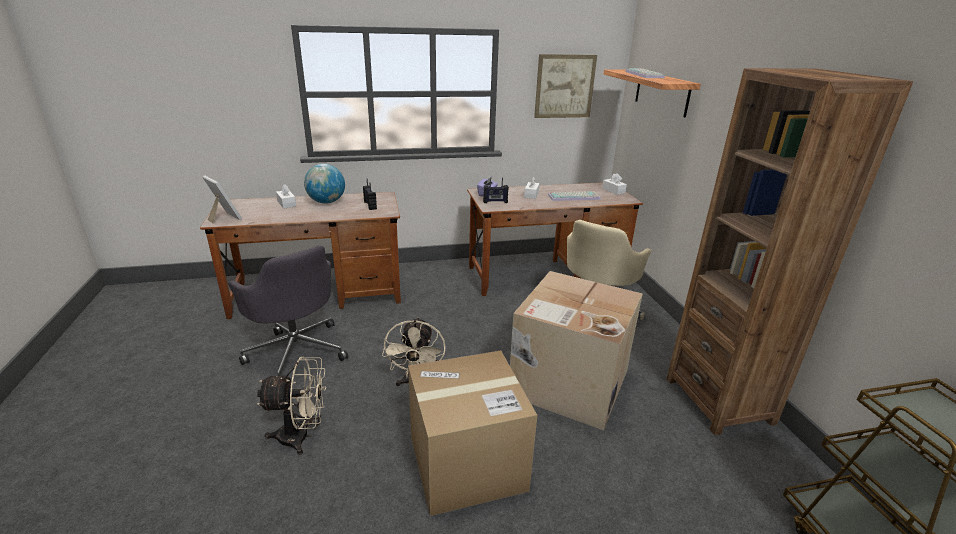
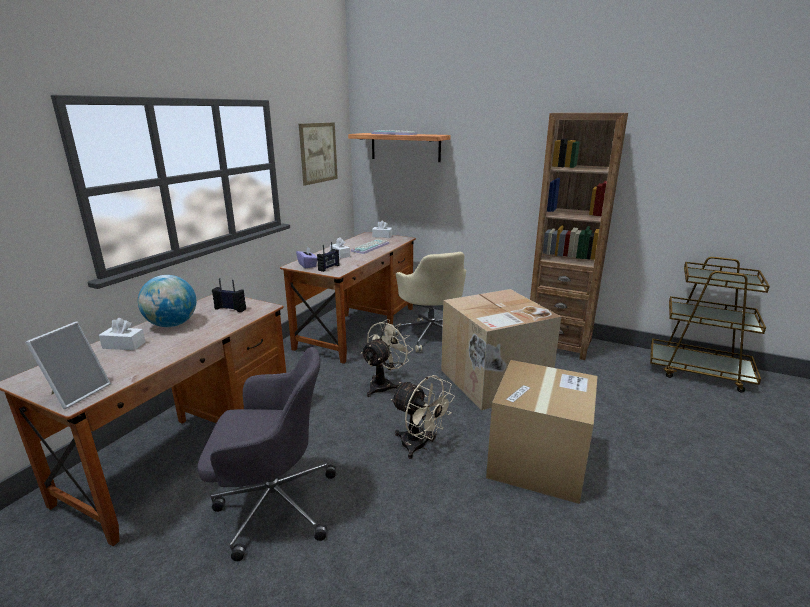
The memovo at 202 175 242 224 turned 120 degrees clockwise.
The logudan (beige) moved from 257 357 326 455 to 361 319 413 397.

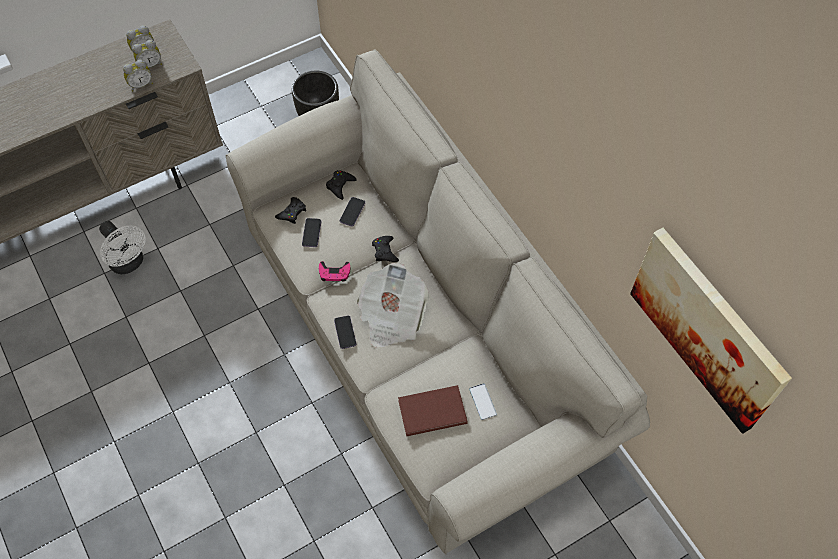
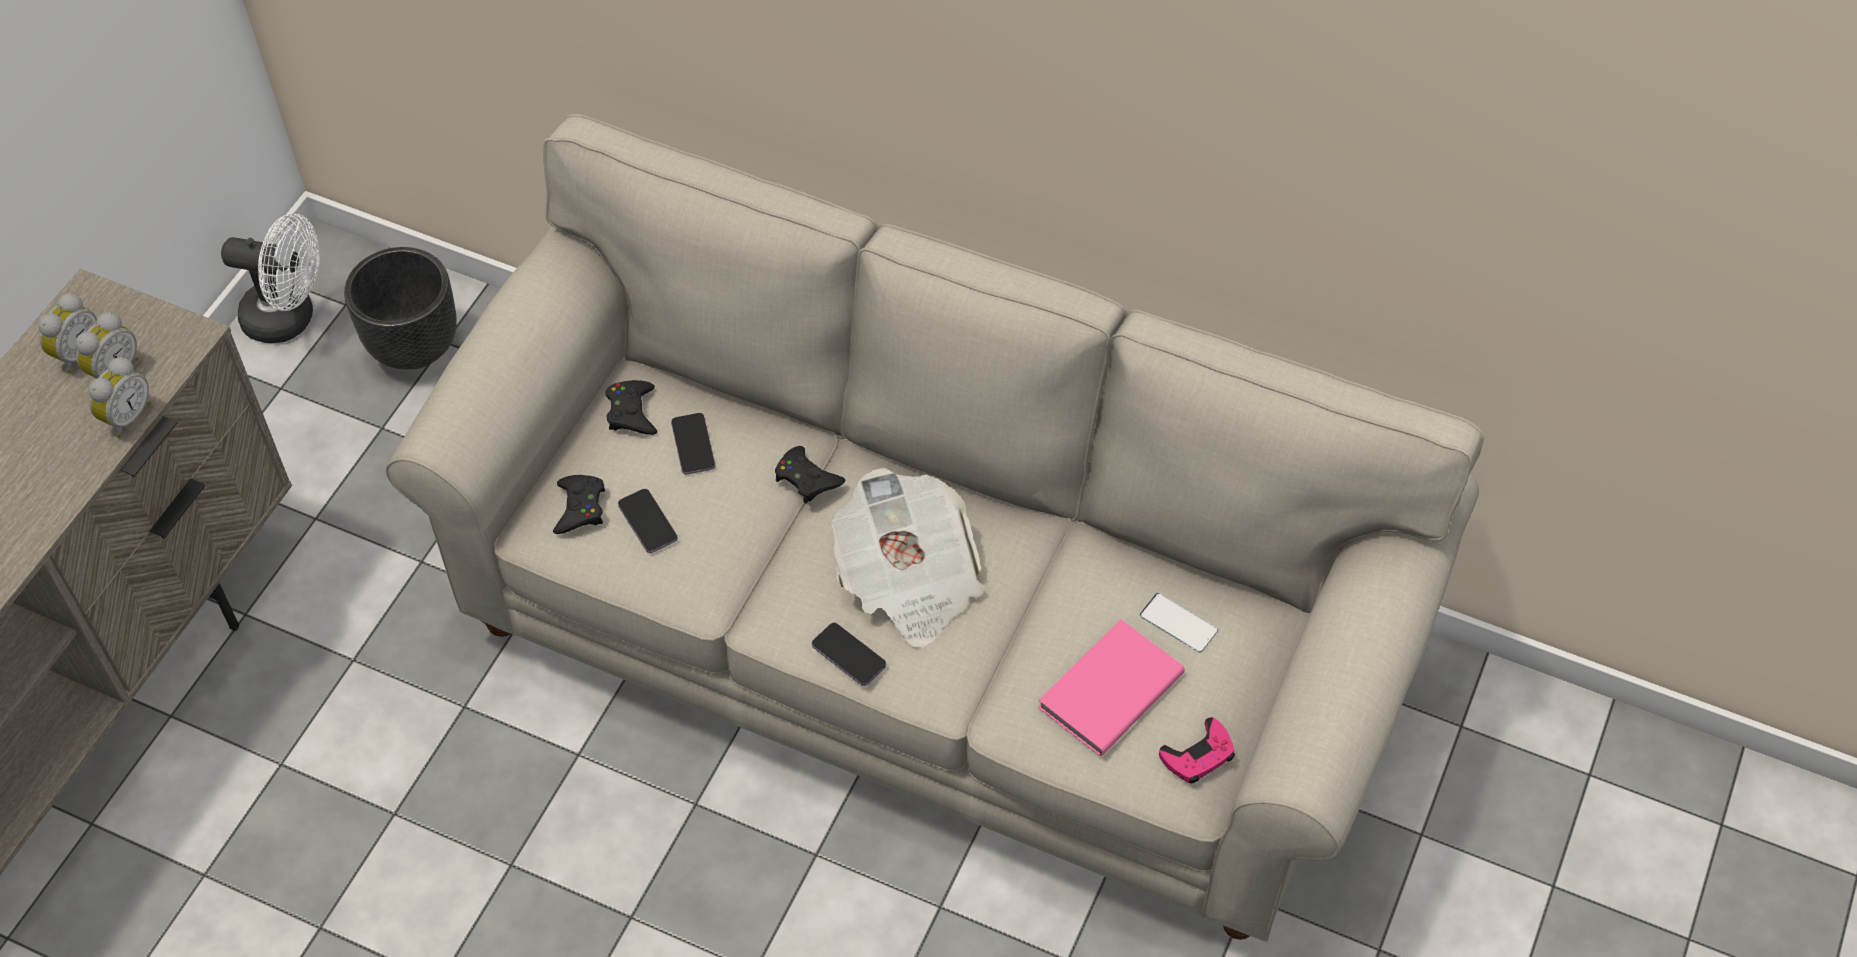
The logudan (white) moved from 99 221 145 274 to 221 213 319 343.
The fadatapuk at 630 228 792 434 disappeared.
The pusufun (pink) moved from 319 261 350 282 to 1159 717 1235 783.
The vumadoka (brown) at 398 385 468 436 became the vumadoka (pink) at 1038 619 1185 756.

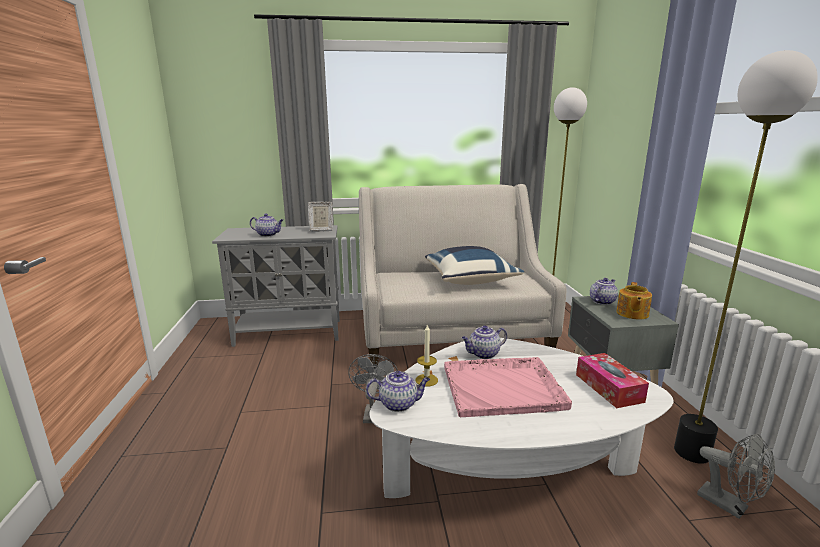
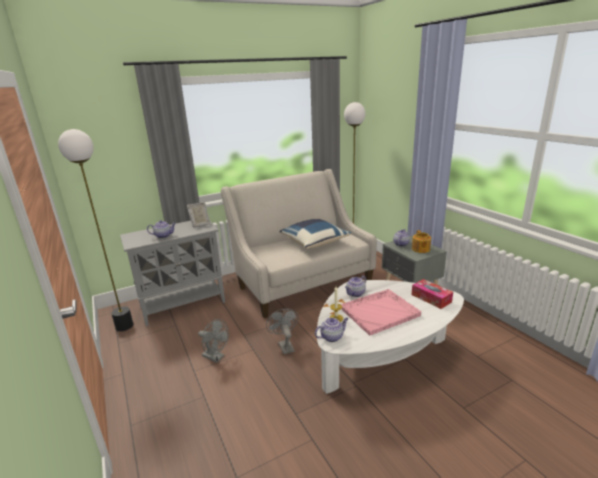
The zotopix moved from 674 50 818 464 to 58 129 133 331.
The logudan (grey) moved from 697 434 775 519 to 198 319 229 363.

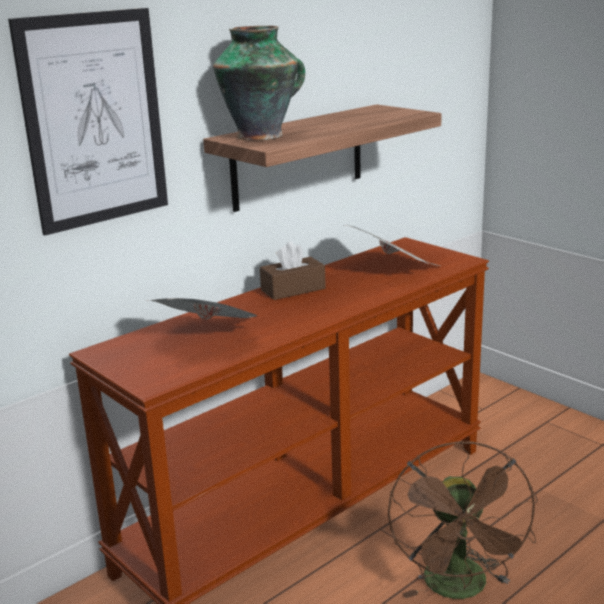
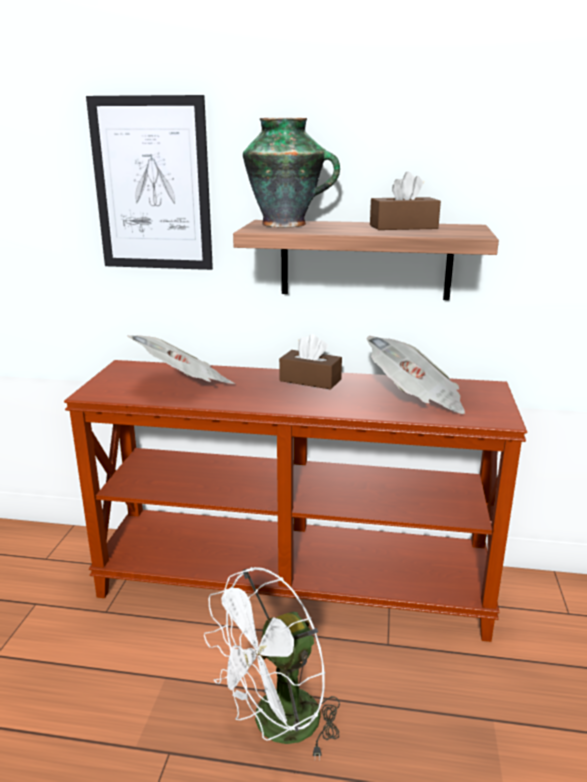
The logudan (brown) at 388 441 538 599 became the logudan (white) at 204 567 340 761.
The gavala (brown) at 370 172 441 230 appeared.

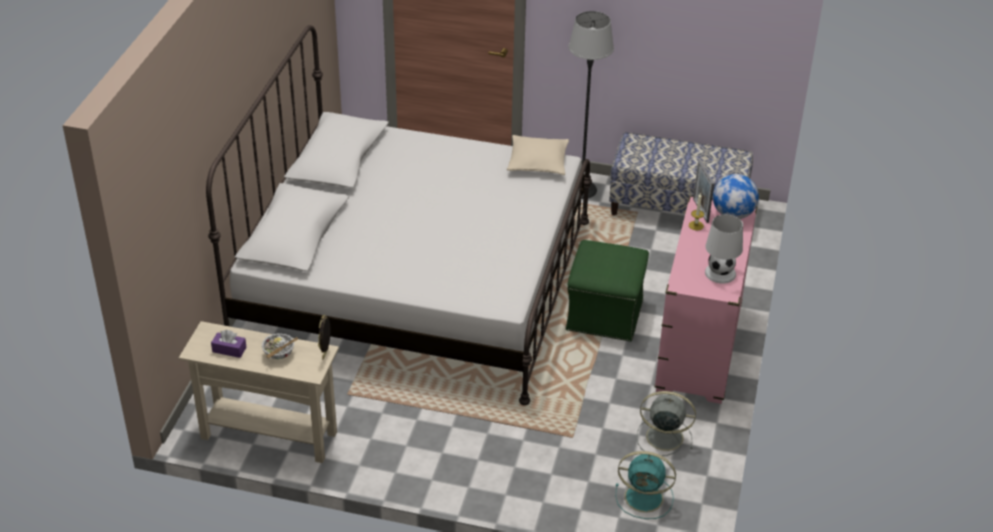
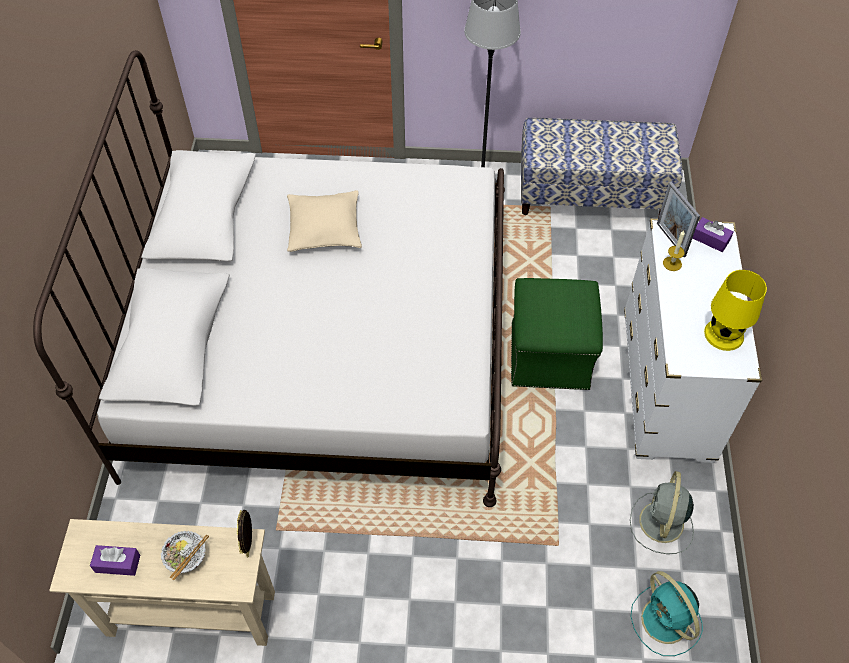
The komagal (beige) moved from 507 135 569 175 to 287 190 362 252.
The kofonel at 713 174 759 219 was replaced by the gavala (purple) at 693 217 734 252.
The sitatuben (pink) at 654 196 758 404 became the sitatuben (white) at 624 219 762 463.
The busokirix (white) at 705 214 743 283 became the busokirix (yellow) at 704 270 767 351.
The logudan (grey) at 637 391 696 456 turned 75 degrees counterclockwise.
The logudan (turquoise) at 616 451 676 519 turned 60 degrees clockwise.

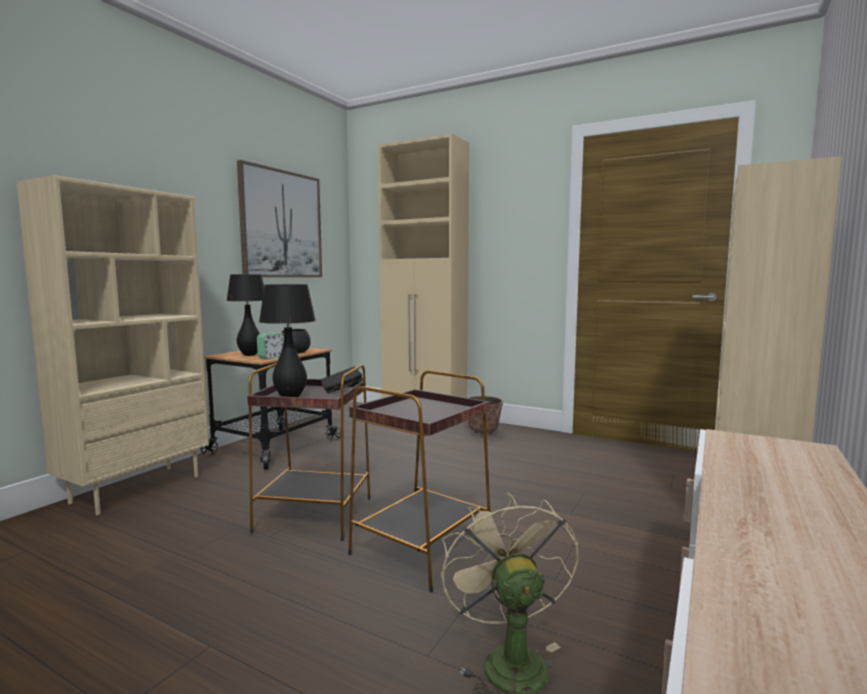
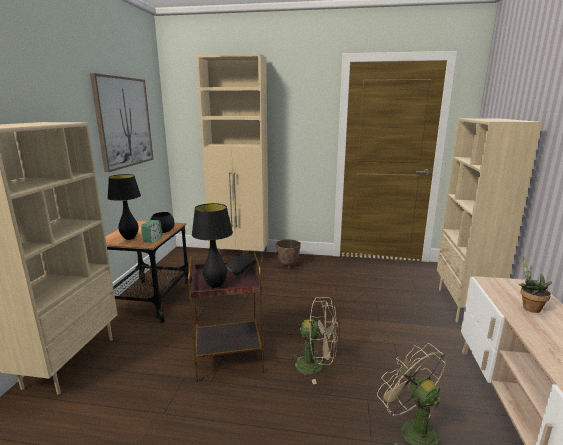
The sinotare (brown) at 348 370 491 592 was replaced by the logudan (beige) at 289 297 338 384.
The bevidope at 519 257 552 313 appeared.

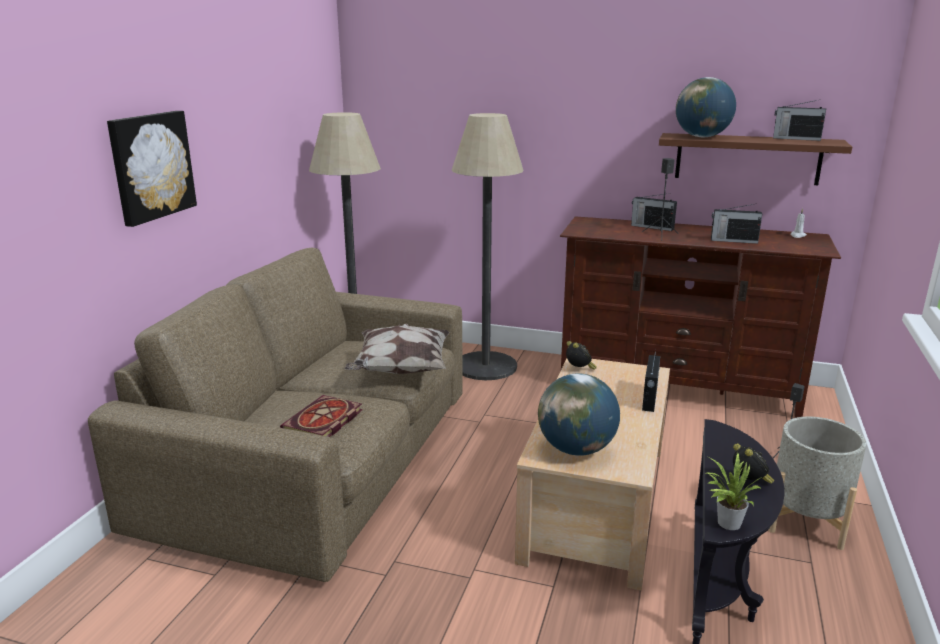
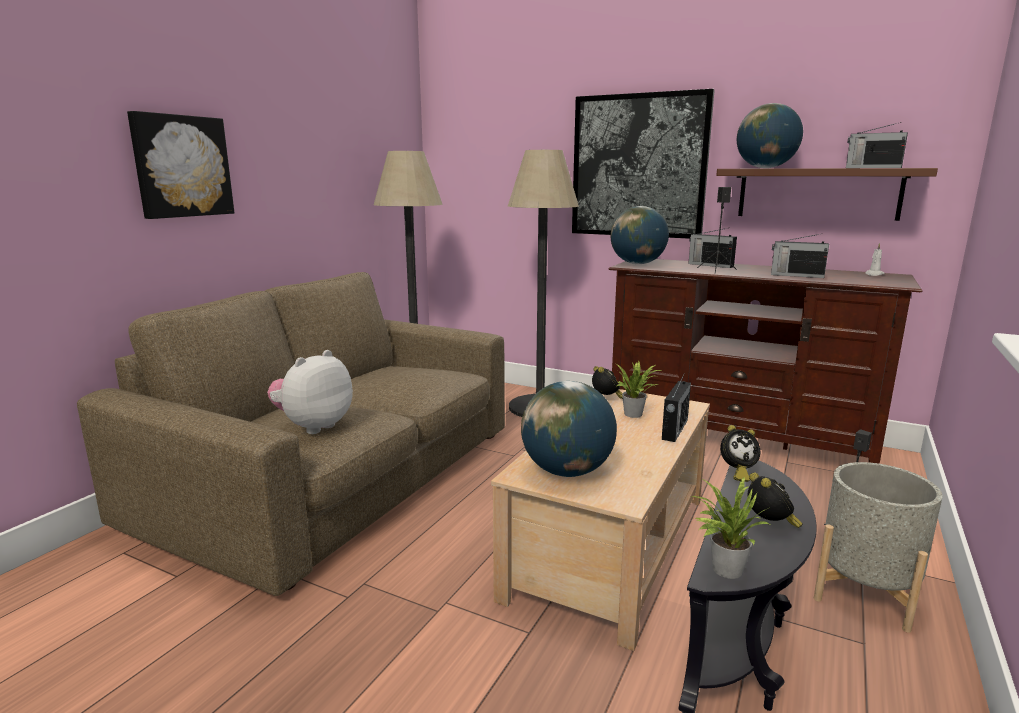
The komagal at 345 324 450 374 disappeared.
The vumadoka at 280 395 363 437 was replaced by the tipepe at 267 350 353 434.
The fadatapuk at 572 89 715 239 appeared.
The kofonel at 611 206 669 264 appeared.
The bevidope at 616 361 663 418 appeared.
The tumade at 720 425 760 482 appeared.

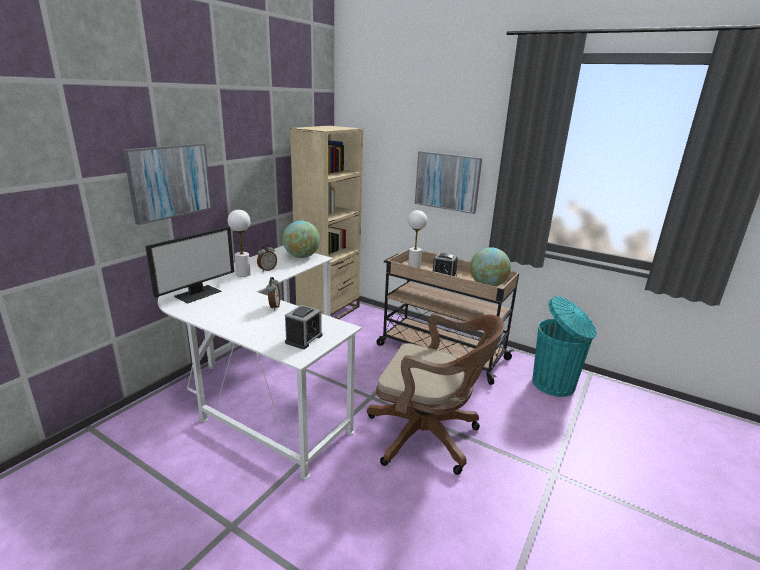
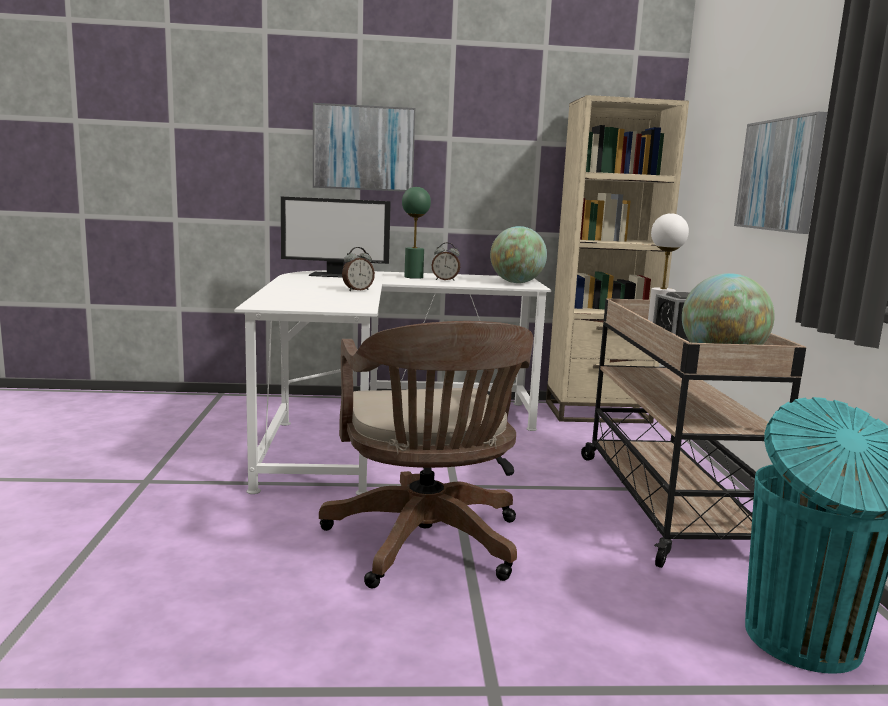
The busokirix (white) at 228 210 251 277 became the busokirix (green) at 402 187 431 279.
The tumade at 285 305 322 349 disappeared.

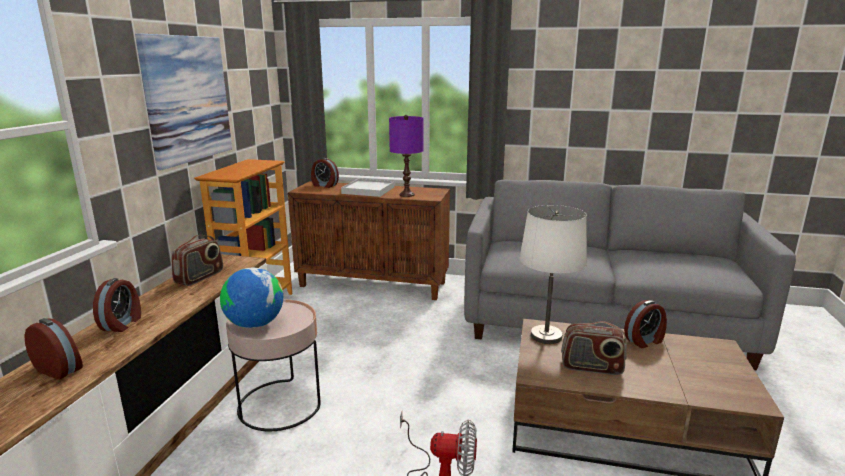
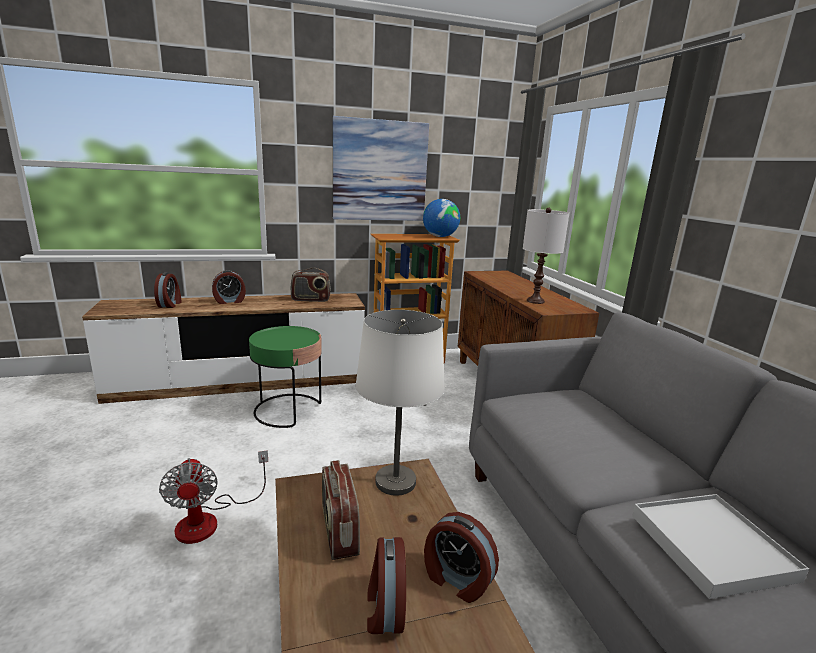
The busokirix (purple) at 389 115 424 197 became the busokirix (white) at 523 208 569 304.
The tumade moved from 311 158 339 188 to 367 537 406 634.
The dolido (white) moved from 341 179 395 197 to 632 494 809 599.
The kofonel moved from 220 268 283 328 to 423 199 460 237.
The sinotare (pink) at 226 299 321 431 became the sinotare (green) at 249 326 322 428.

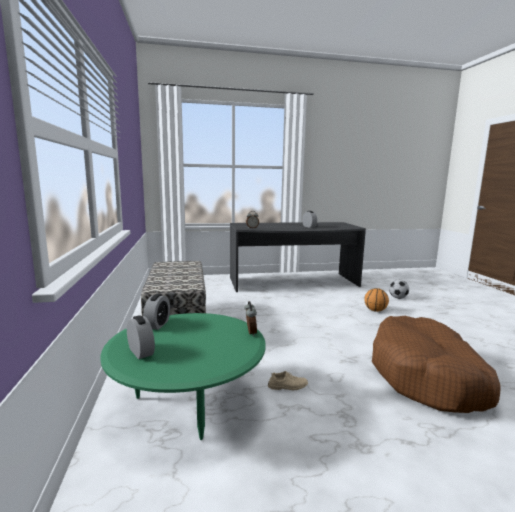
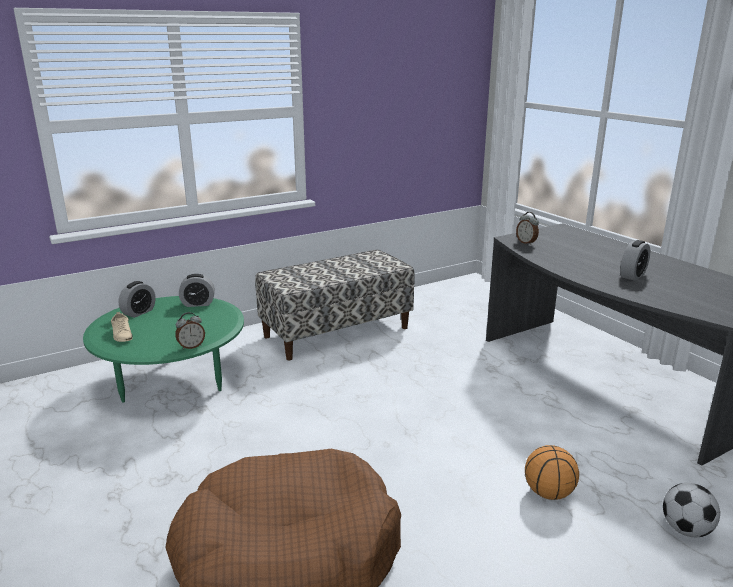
The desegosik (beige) moved from 268 371 308 390 to 111 312 133 342.

